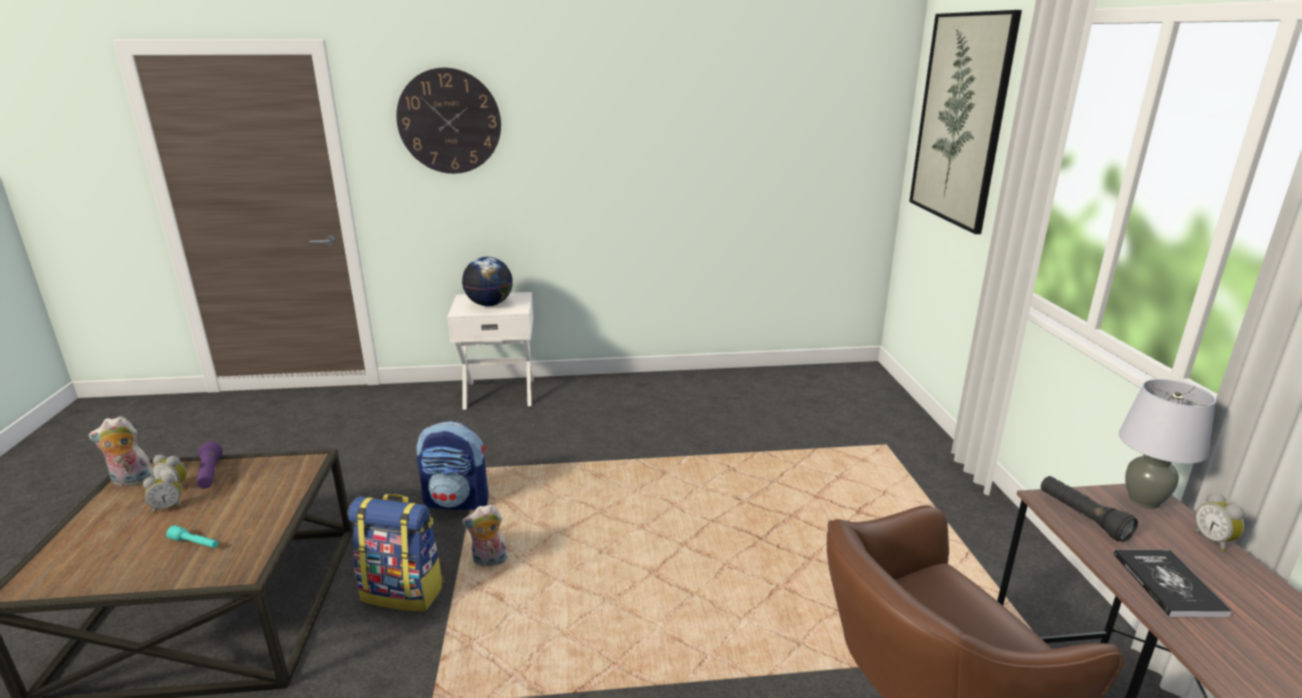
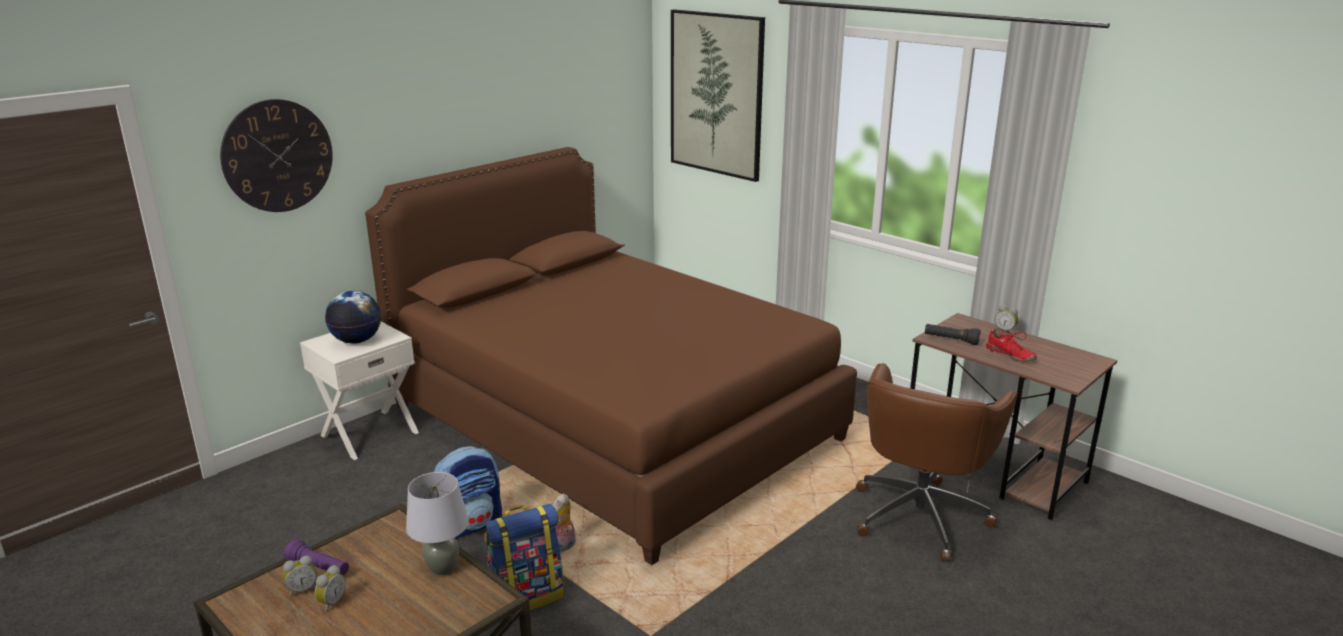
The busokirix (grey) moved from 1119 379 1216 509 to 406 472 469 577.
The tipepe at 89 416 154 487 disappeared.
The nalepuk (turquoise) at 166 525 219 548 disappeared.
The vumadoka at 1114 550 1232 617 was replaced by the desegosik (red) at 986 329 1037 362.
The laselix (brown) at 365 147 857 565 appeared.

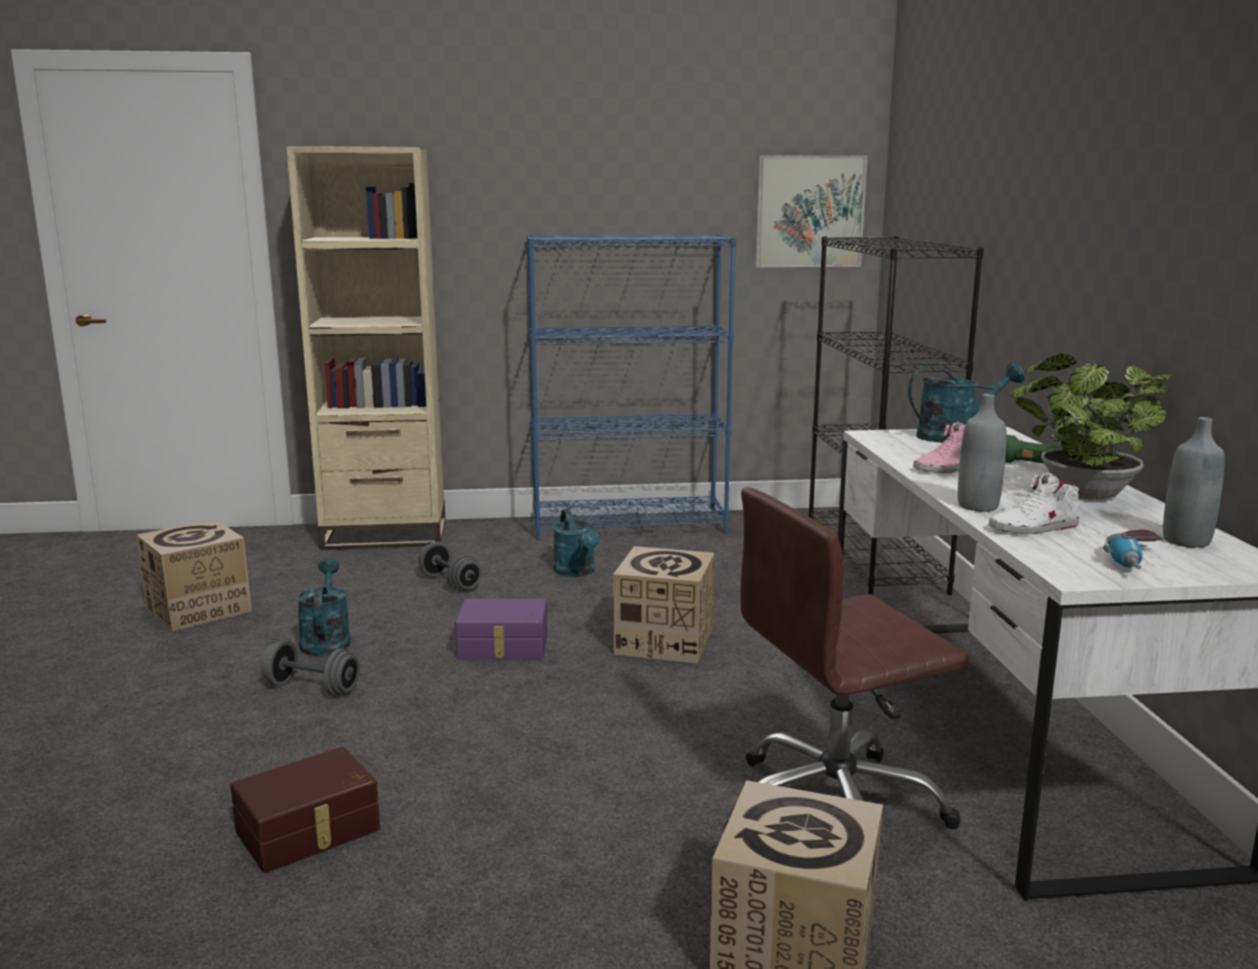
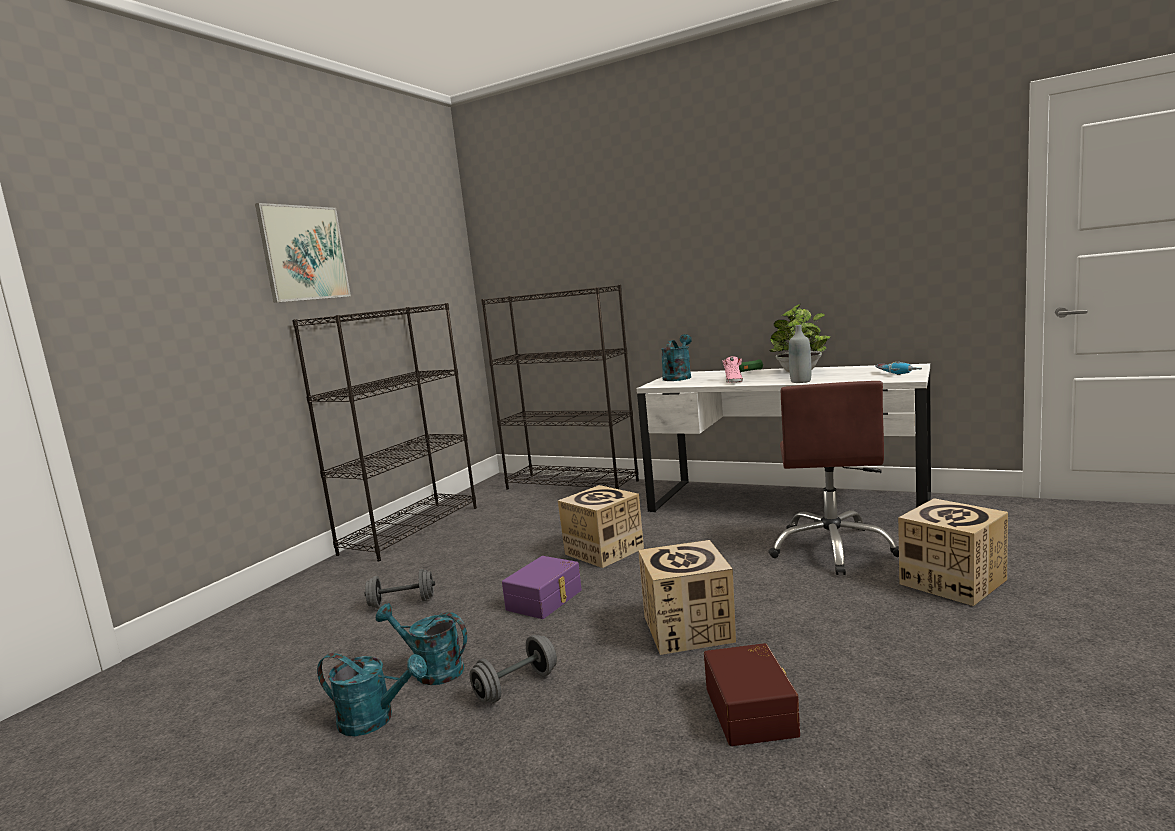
The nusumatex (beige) at 286 146 446 550 disappeared.
The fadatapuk moved from 755 155 867 267 to 255 203 351 303.
The nusumatex (blue) at 527 234 736 540 became the nusumatex (black) at 292 303 477 562.
The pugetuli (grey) at 1163 417 1225 548 disappeared.
The desegosik (white) at 989 473 1079 534 disappeared.
The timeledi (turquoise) moved from 553 509 600 577 to 317 653 427 736.
The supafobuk moved from 136 519 252 631 to 638 540 736 655.

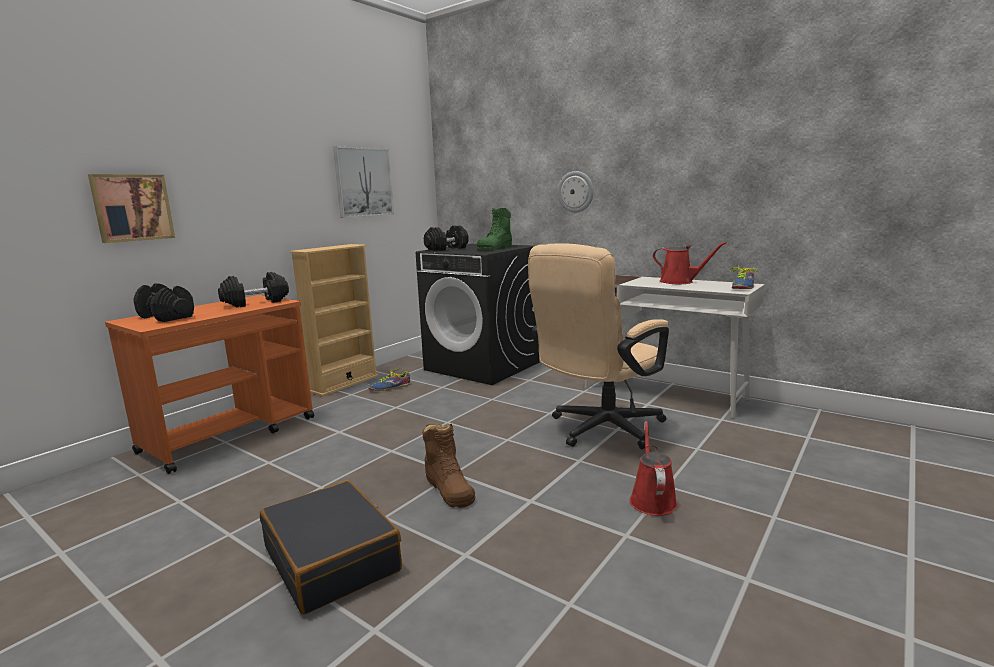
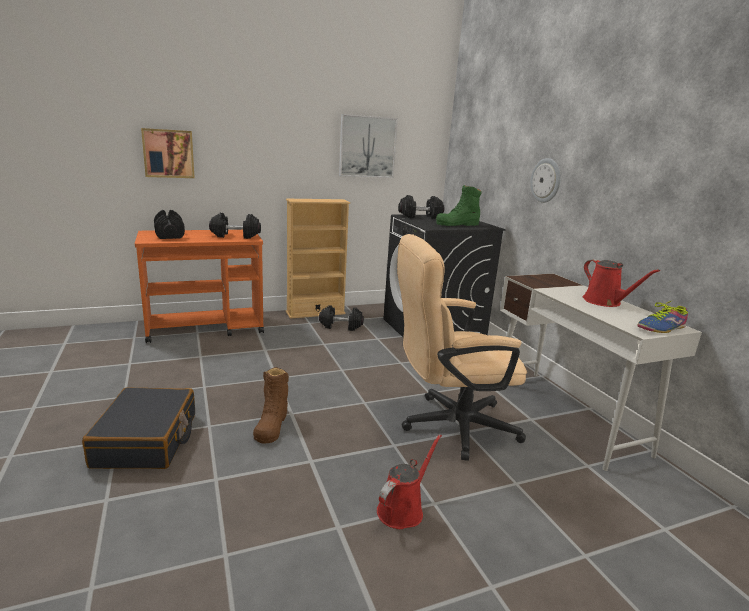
The desegosik at 368 368 410 391 was replaced by the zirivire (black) at 319 305 364 331.

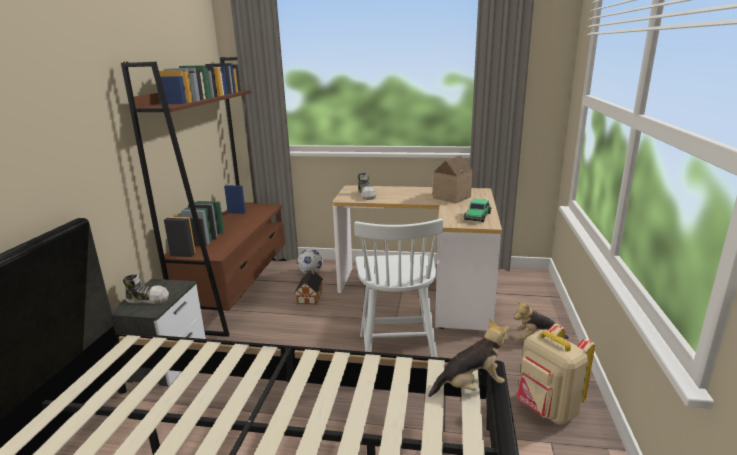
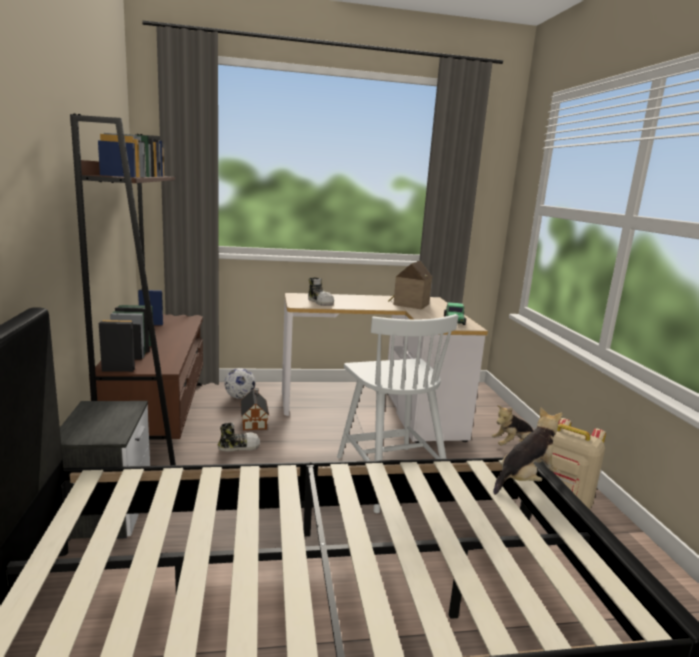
The desegosik moved from 123 274 169 304 to 218 422 260 452.

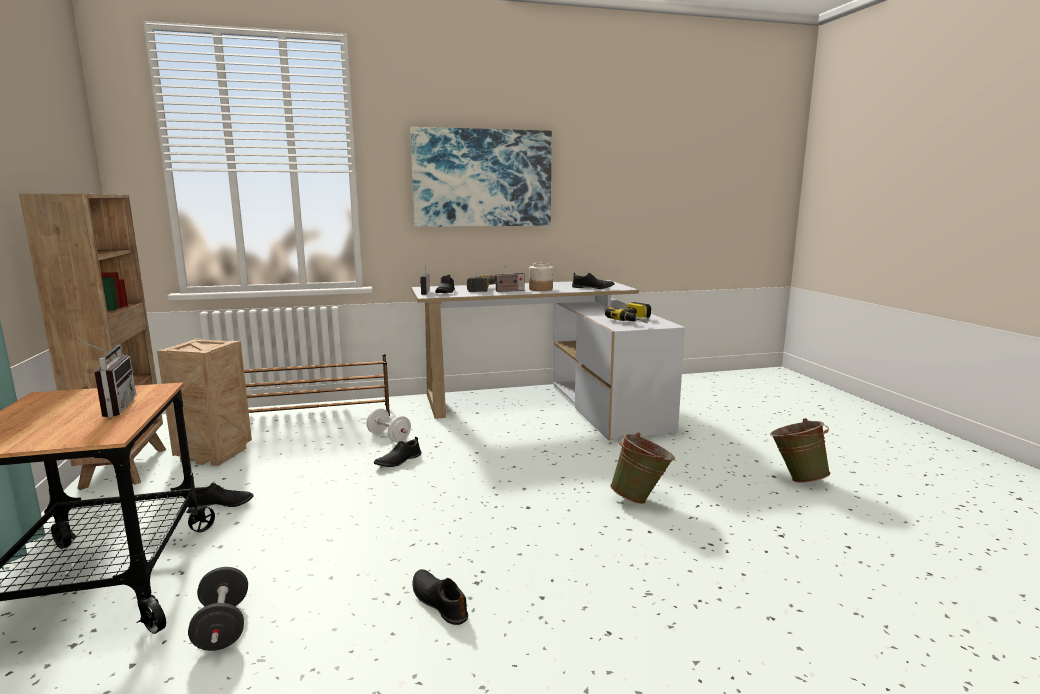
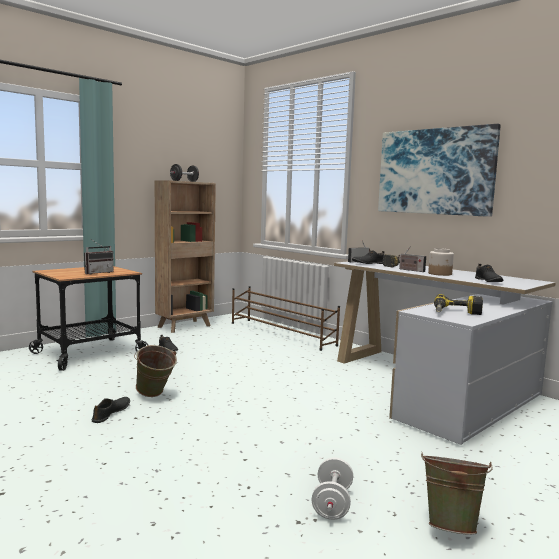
The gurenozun at 157 339 252 466 disappeared.
The zirivire (white) moved from 367 408 411 443 to 312 458 353 520.
The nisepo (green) moved from 610 432 675 504 to 134 345 177 397.
The desegosik (black) at 374 437 422 467 disappeared.
The zirivire (black) moved from 188 567 248 651 to 170 164 199 182.

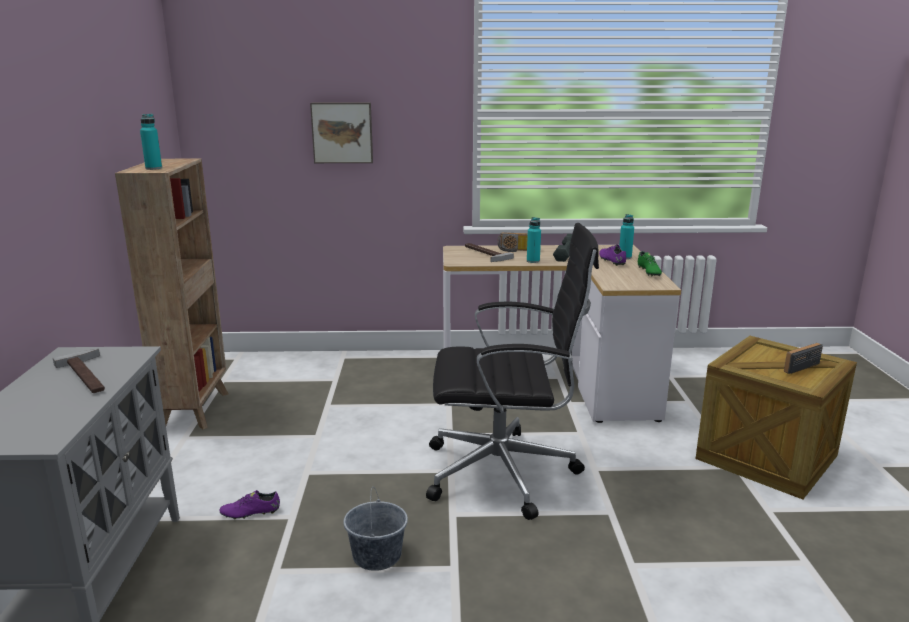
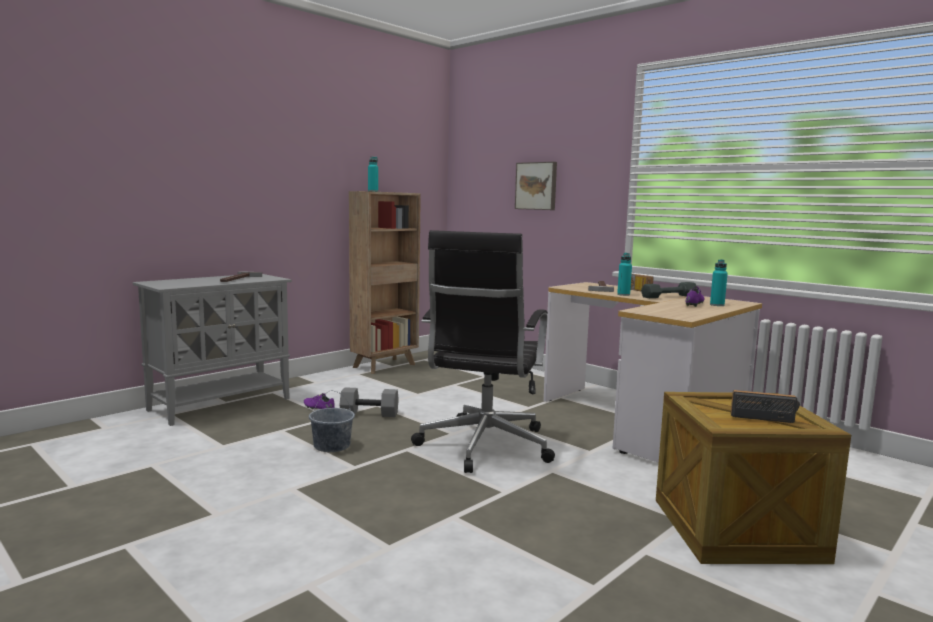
The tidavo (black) at 426 223 599 520 turned 60 degrees clockwise.
The desegosik (green) at 638 251 662 276 disappeared.
The zirivire (grey) at 339 387 399 417 appeared.

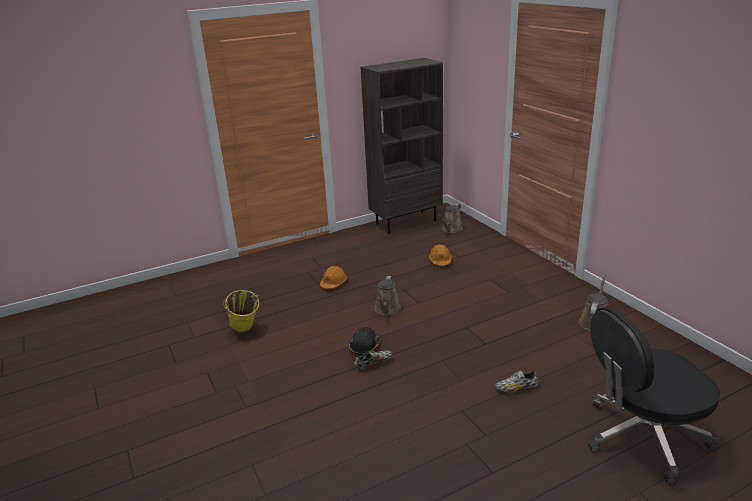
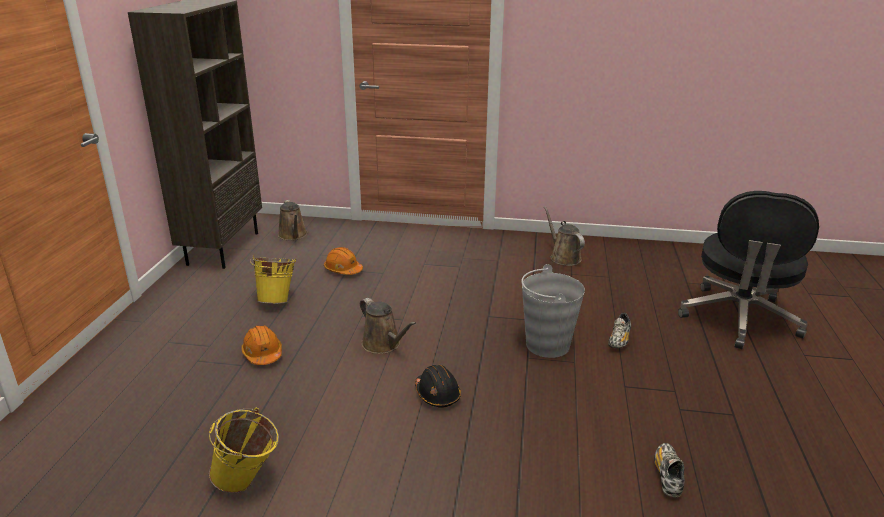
The desegosik moved from 354 350 393 370 to 654 443 685 498.
The nisepo (yellow) at 250 255 296 304 appeared.
The nisepo (grey) at 521 264 585 358 appeared.

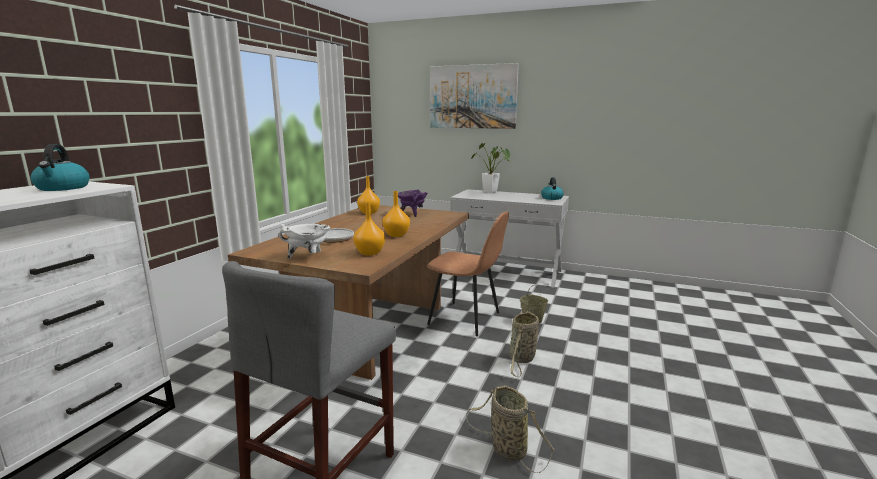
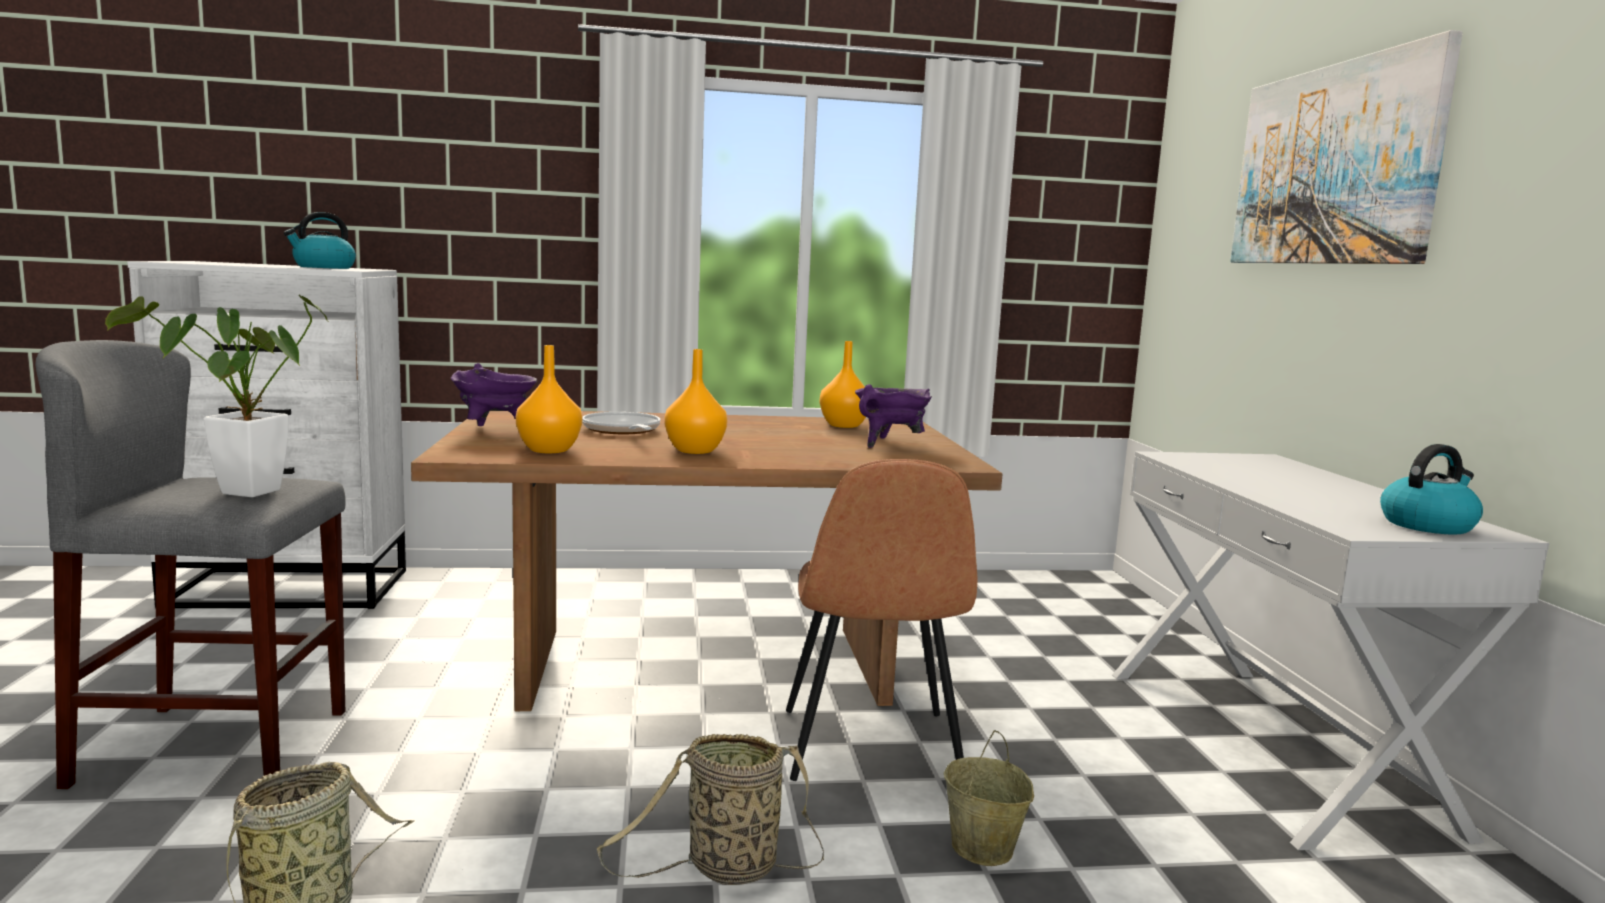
The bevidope moved from 471 143 510 193 to 105 295 327 498.
The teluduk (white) at 279 224 330 258 became the teluduk (purple) at 451 363 538 426.

